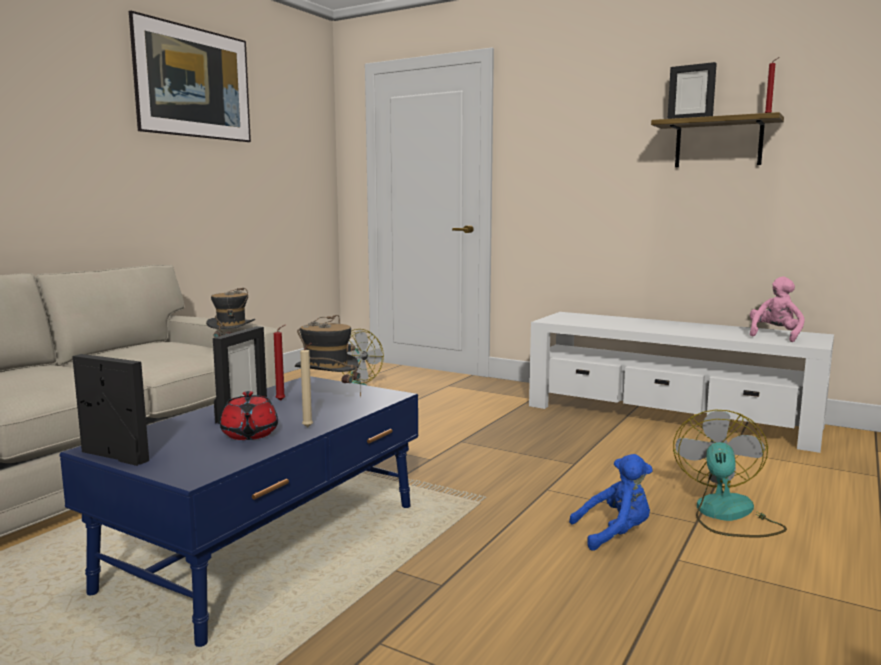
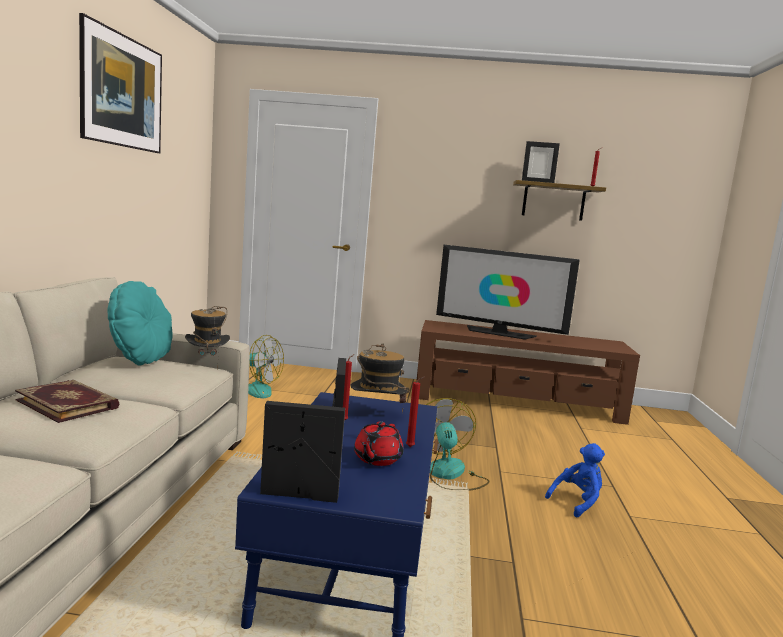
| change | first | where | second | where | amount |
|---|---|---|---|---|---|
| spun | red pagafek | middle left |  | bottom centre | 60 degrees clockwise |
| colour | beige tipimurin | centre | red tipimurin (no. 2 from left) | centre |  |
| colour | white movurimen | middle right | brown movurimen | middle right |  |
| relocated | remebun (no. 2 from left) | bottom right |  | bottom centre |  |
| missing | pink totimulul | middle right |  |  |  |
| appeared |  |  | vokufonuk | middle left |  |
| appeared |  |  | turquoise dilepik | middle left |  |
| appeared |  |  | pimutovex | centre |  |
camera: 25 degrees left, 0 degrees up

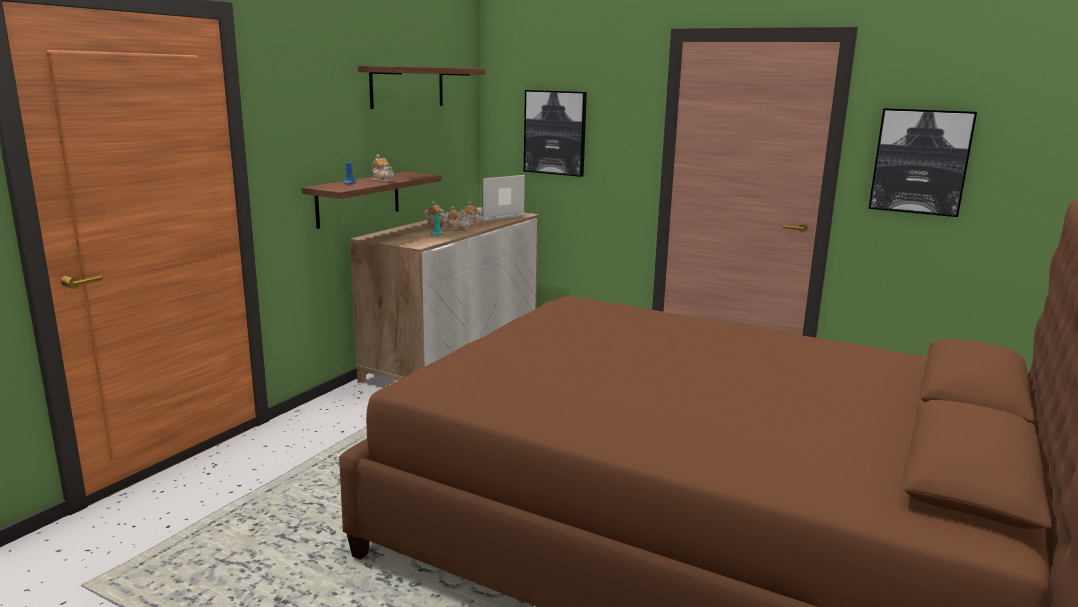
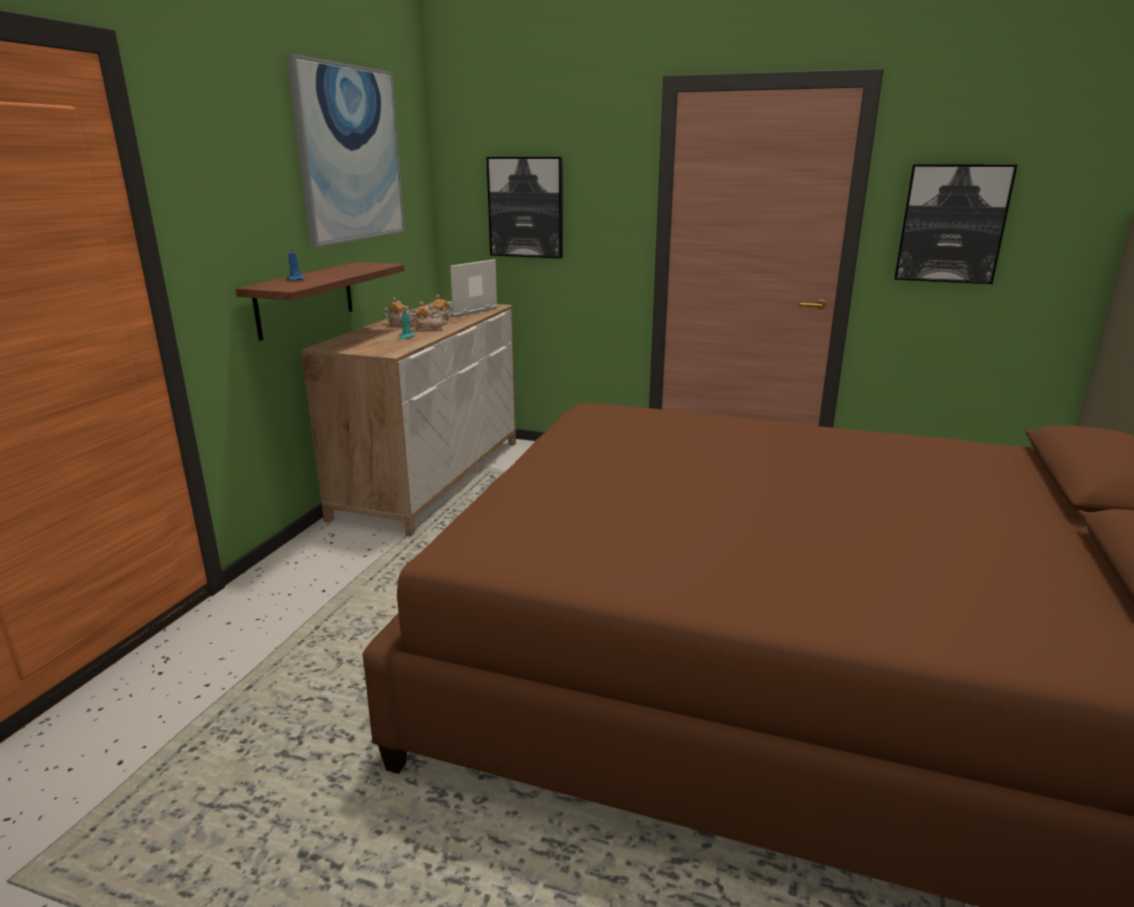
| change | first | where | second | where | amount |
|---|---|---|---|---|---|
| exchanged | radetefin (no. 2 from left) | top centre | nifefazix (no. 1 from left) | top left |  |
| missing | pagafek (no. 1 from left) | top centre |  |  |  |
camera: 10 degrees left, 5 degrees up

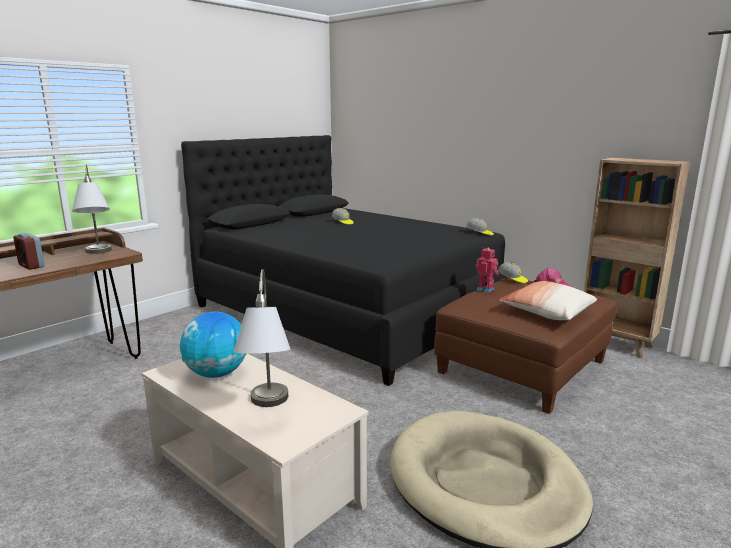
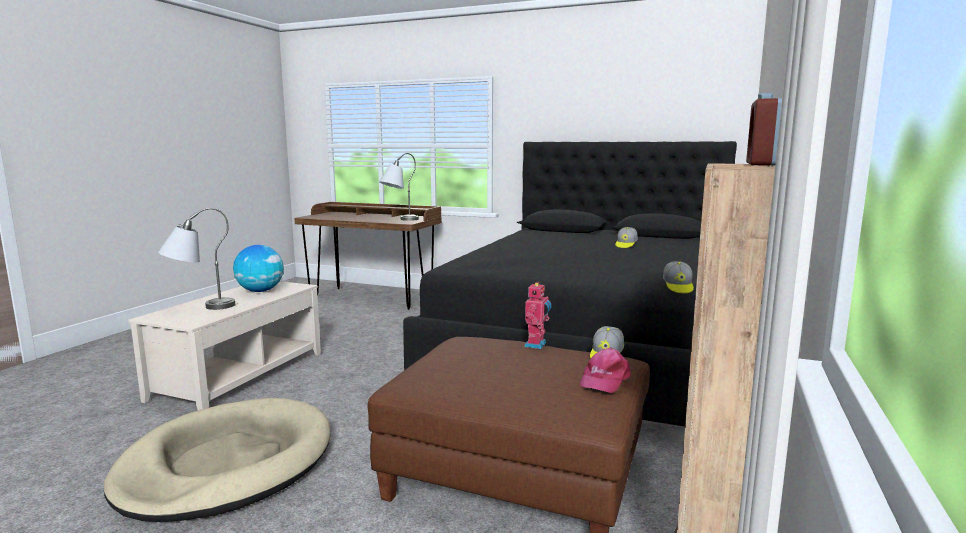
| change | first | where | second | where | amount |
|---|---|---|---|---|---|
| relocated | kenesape | middle left |  | top right |  |
| missing | dilepik | middle right |  |  |  |
camera: 70 degrees right, 5 degrees down

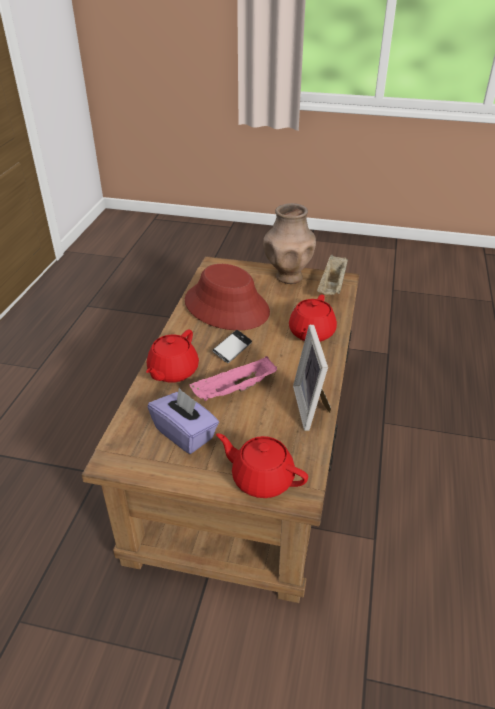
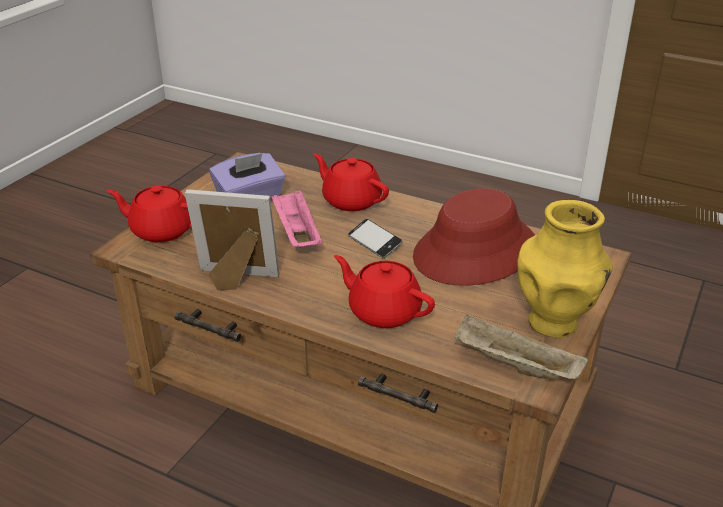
| change | first | where | second | where | amount |
|---|---|---|---|---|---|
| spun | red pagafek (no. 2 from left in the first image) | centre | red pagafek (no. 1 from left) | middle left | 120 degrees counterclockwise |
| colour | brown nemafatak | centre | yellow nemafatak | middle right |  |
camera: 105 degrees right, 5 degrees down

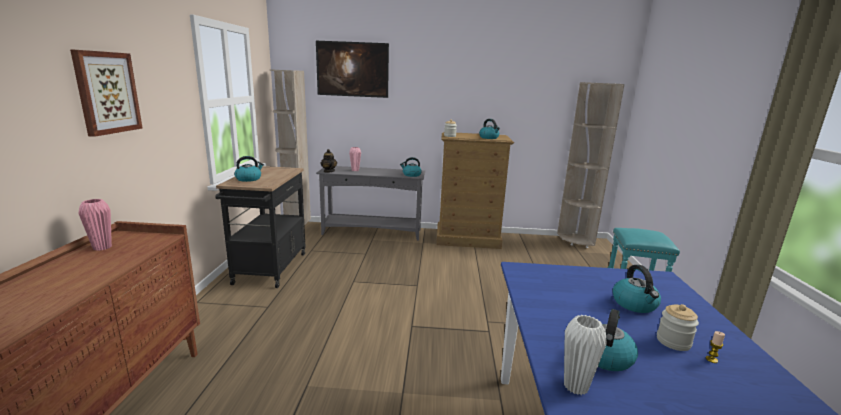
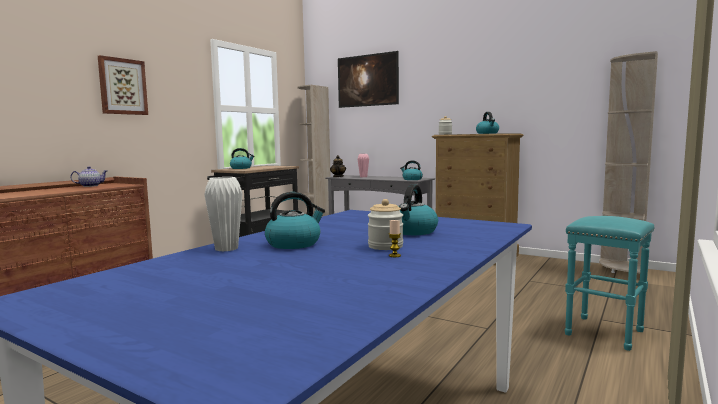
| change | first | where | second | where | amount |
|---|---|---|---|---|---|
| exchanged | pink nemafatak (no. 1 from left) | middle left | pagafek (no. 1 from left) | middle left |  |
camera: 30 degrees right, 10 degrees down

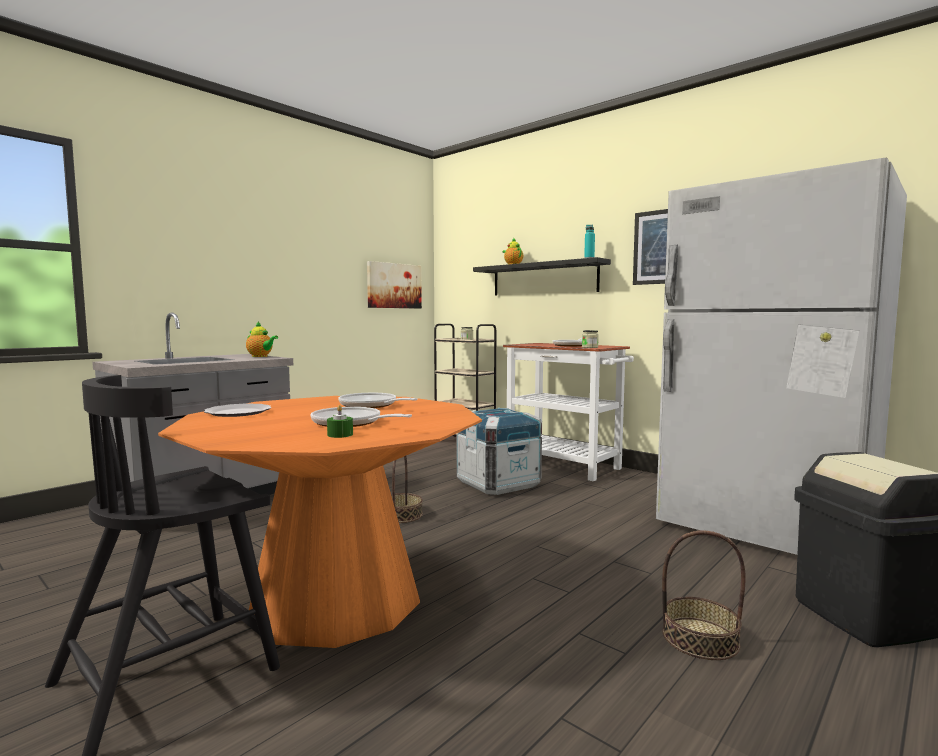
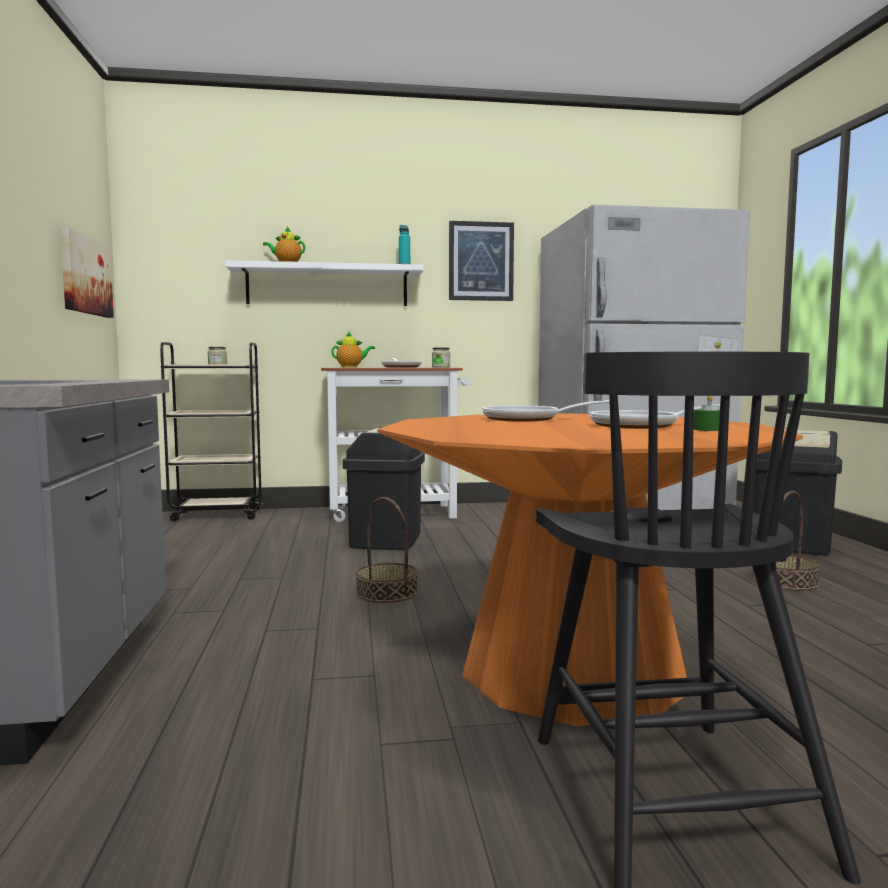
| change | first | where | second | where | amount |
|---|---|---|---|---|---|
| missing | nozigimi | middle left |  |  |  |
| relocated | pagafek (no. 1 from left in the first image) | middle left | pagafek (no. 2 from left) | centre |  |
| exchanged | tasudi | centre | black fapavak (no. 1 from left) | centre |  |
| colour | black radetefin | centre | white radetefin | top centre |  |
camera: 50 degrees left, 0 degrees up

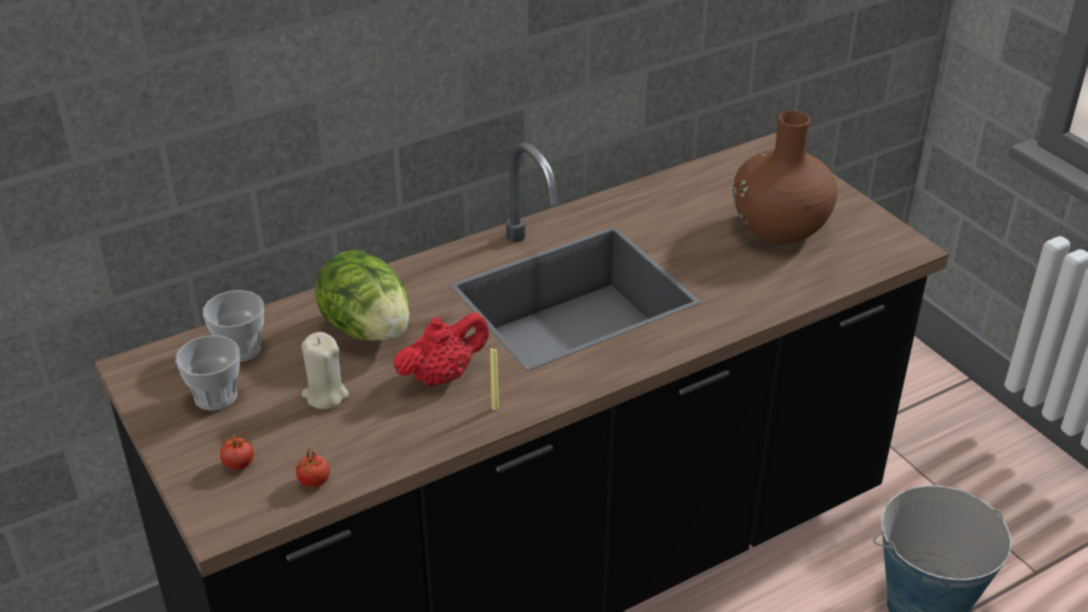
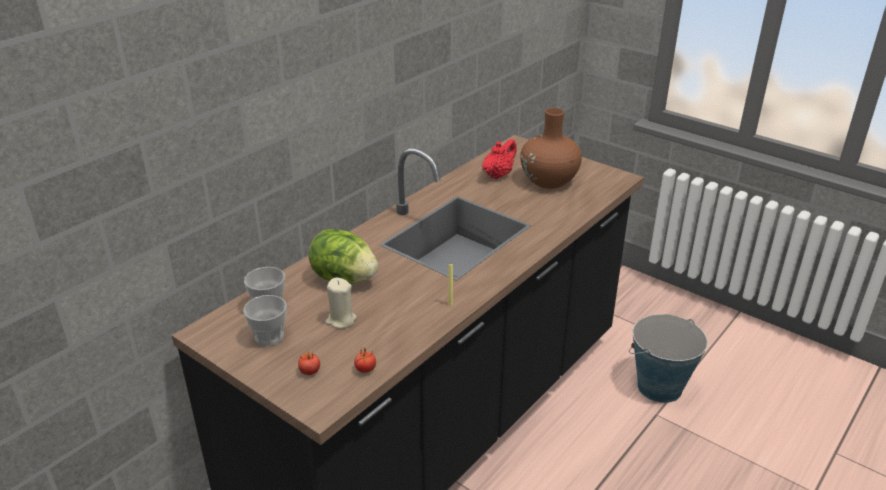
| change | first | where | second | where | amount |
|---|---|---|---|---|---|
| relocated | red pagafek | centre |  | top centre |  |
camera: 20 degrees left, 5 degrees down

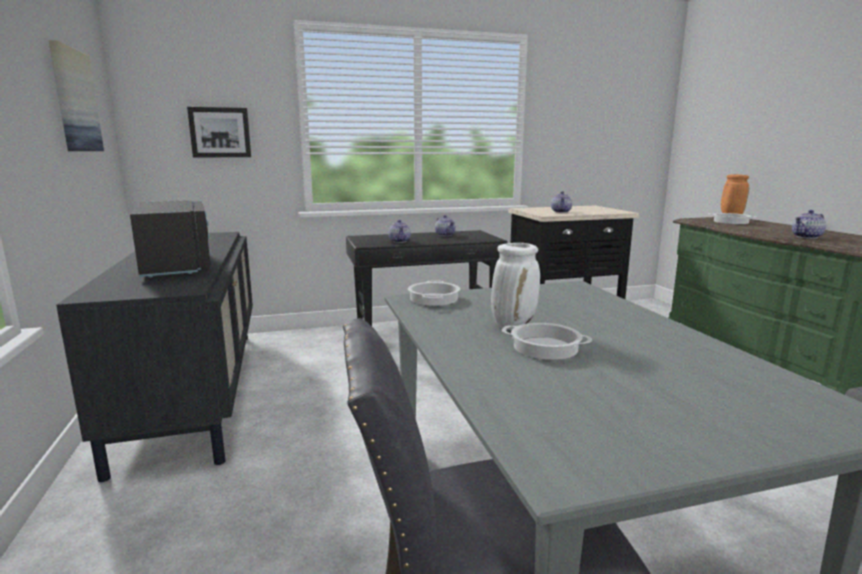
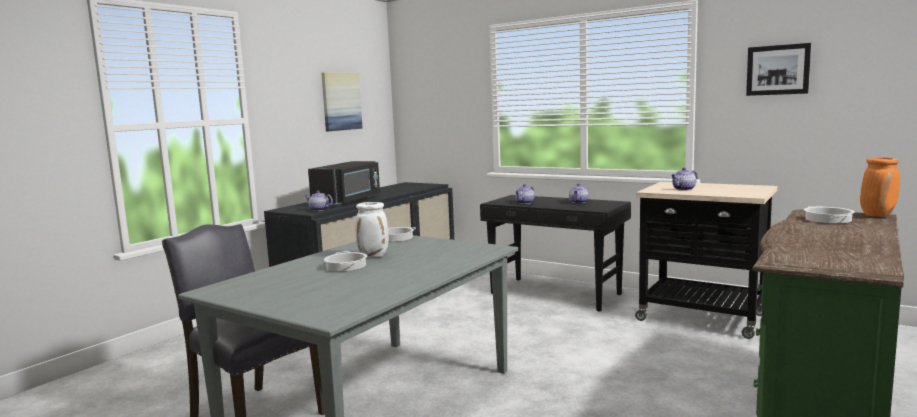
| change | first | where | second | where | amount |
|---|---|---|---|---|---|
| relocated | nifefazix (no. 2 from left) | top left |  | top right |  |
| relocated | pagafek (no. 4 from left in the first image) | middle right | pagafek (no. 1 from left) | centre |  |
camera: 50 degrees right, 5 degrees down

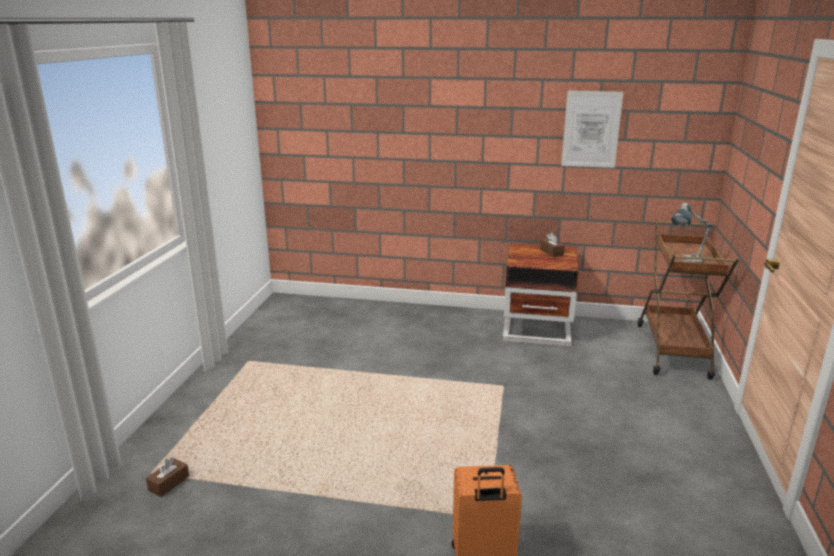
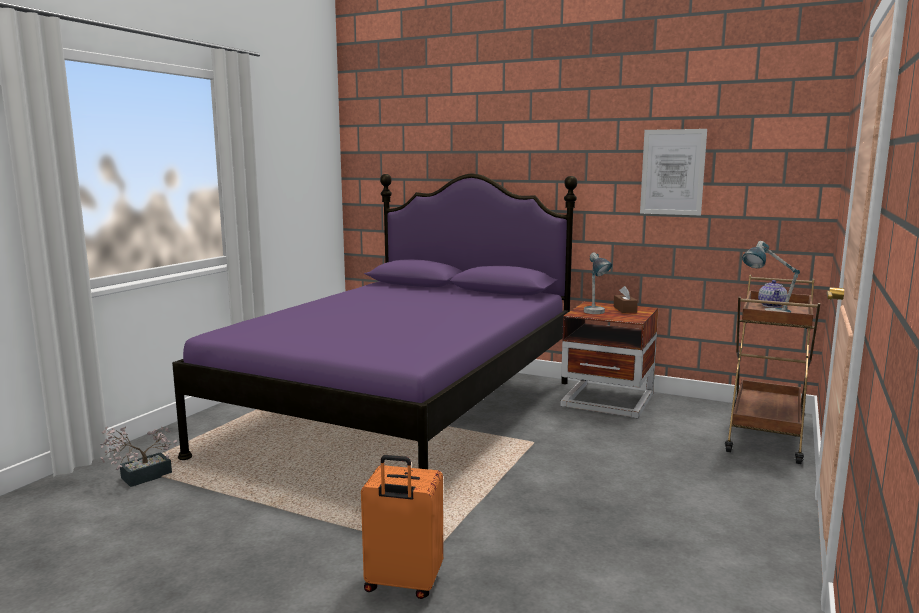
| change | first | where | second | where | amount |
|---|---|---|---|---|---|
| exchanged | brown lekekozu (no. 1 from left) | bottom left | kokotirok | bottom left |  |
| appeared |  |  | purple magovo | centre |  |
| appeared |  |  | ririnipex (no. 1 from left) | centre |  |
| appeared |  |  | pagafek | middle right |  |
camera: 15 degrees right, 10 degrees down

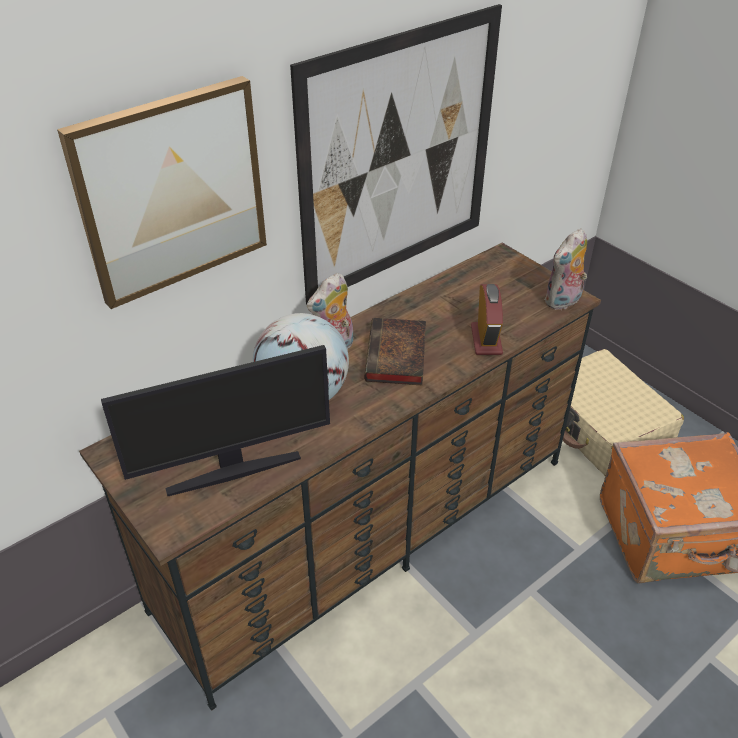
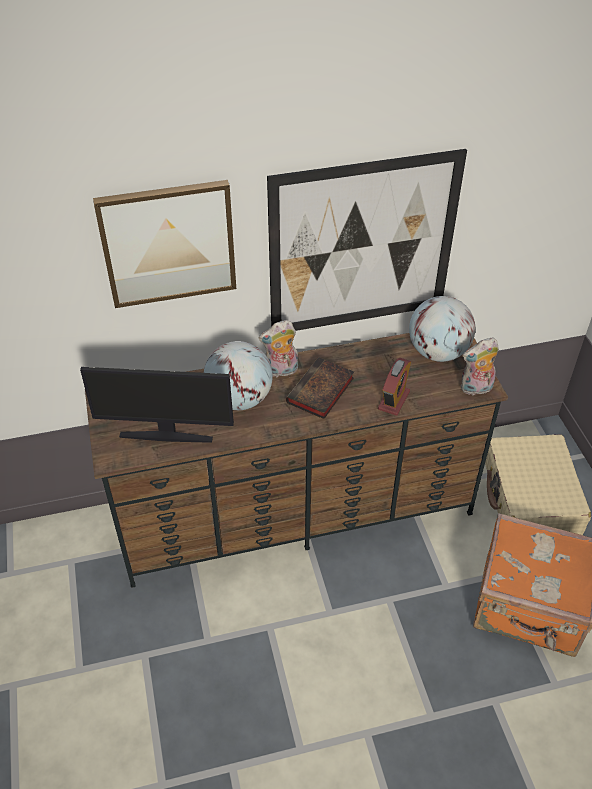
| change | first | where | second | where | amount |
|---|---|---|---|---|---|
| appeared |  |  | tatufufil (no. 2 from left) | middle right |  |
camera: 25 degrees right, 5 degrees up

